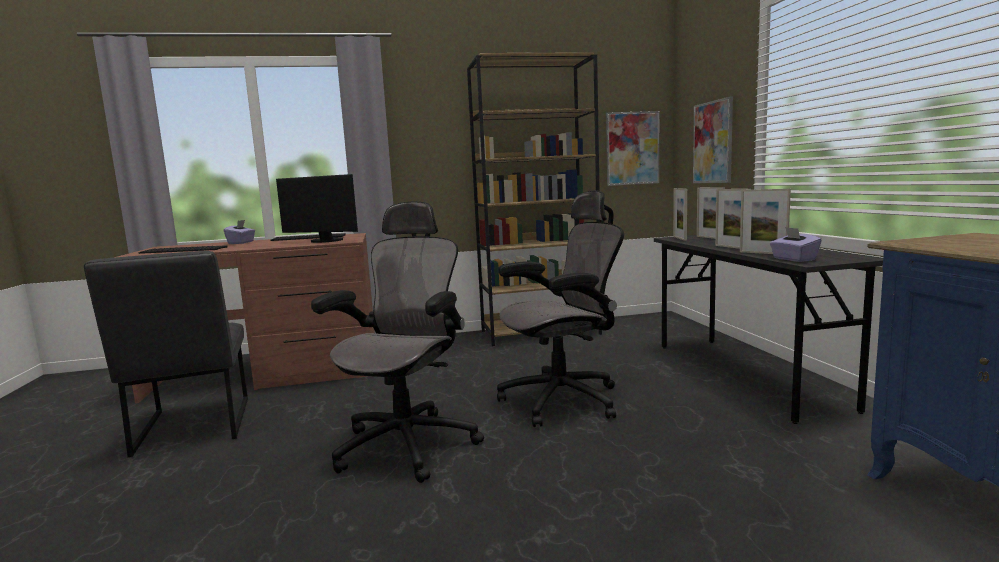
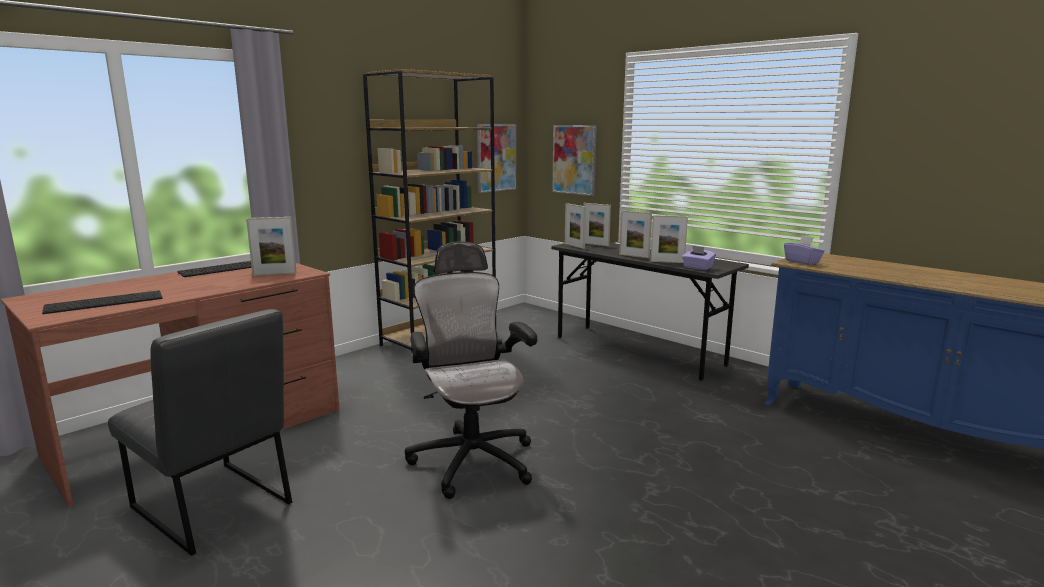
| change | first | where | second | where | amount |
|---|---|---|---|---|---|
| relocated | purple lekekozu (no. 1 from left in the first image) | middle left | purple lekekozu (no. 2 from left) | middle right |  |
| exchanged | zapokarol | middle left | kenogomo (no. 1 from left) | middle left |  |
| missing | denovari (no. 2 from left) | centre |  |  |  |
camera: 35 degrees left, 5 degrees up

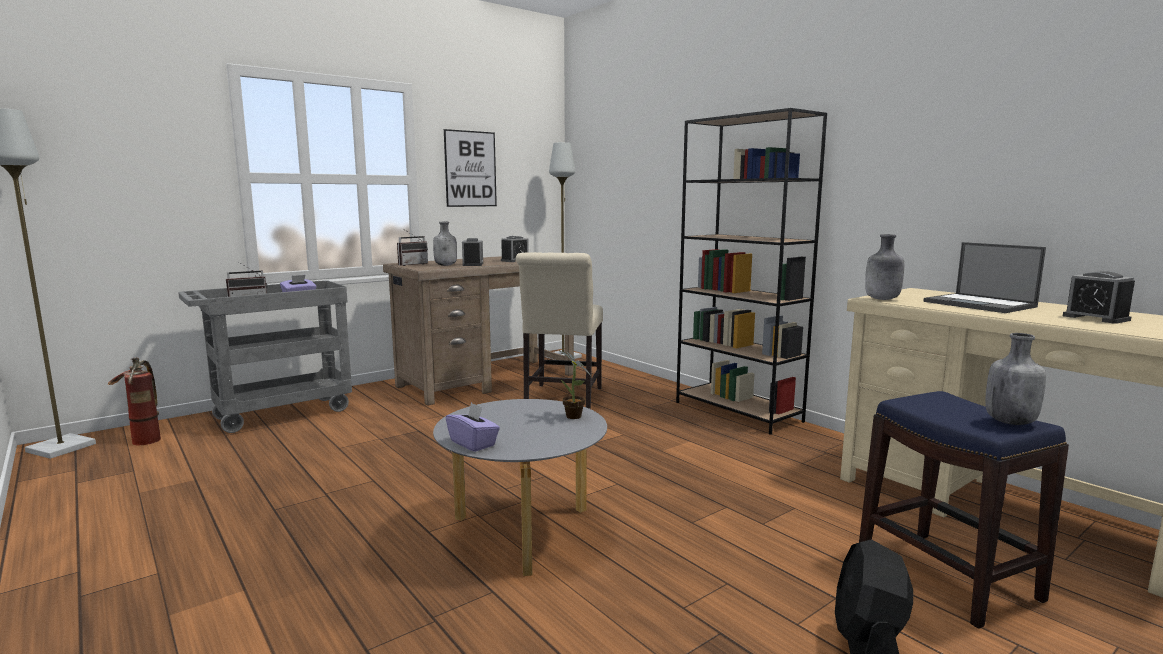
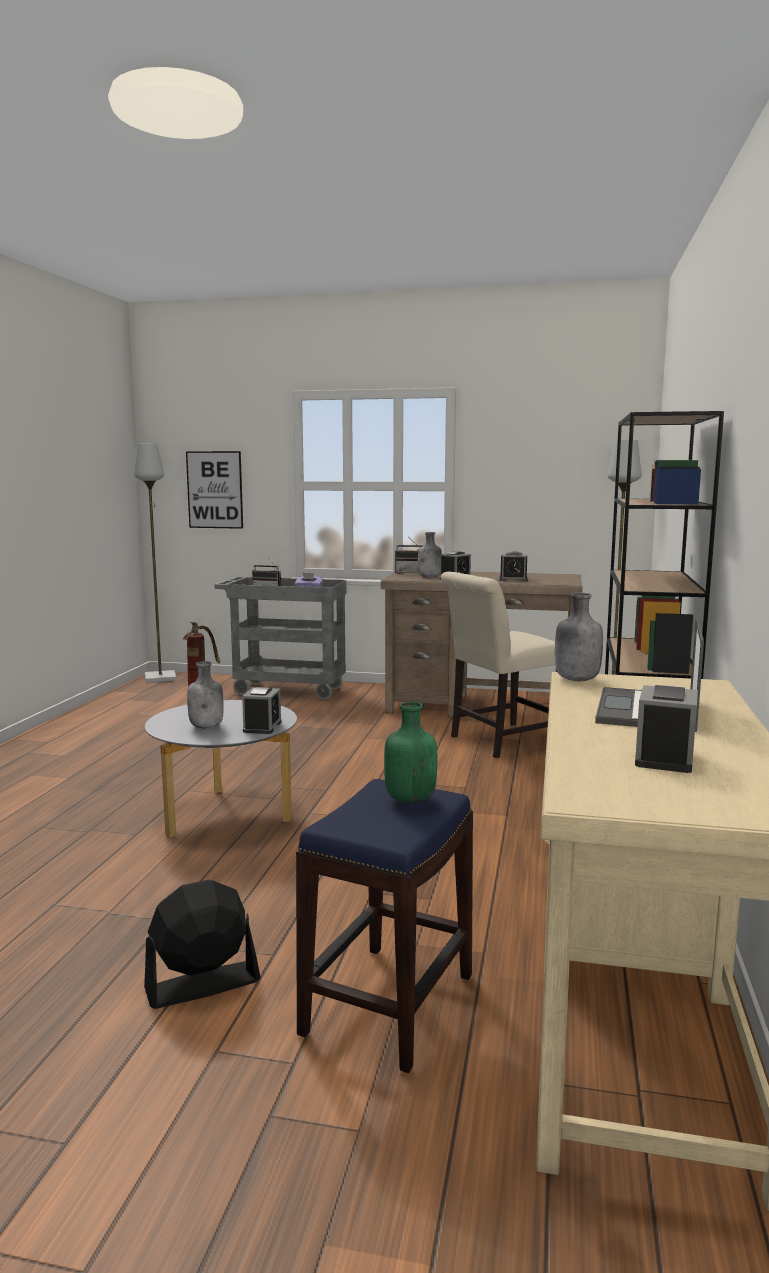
| change | first | where | second | where | amount |
|---|---|---|---|---|---|
| relocated | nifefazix | top centre |  | middle left |  |
| missing | purple lekekozu (no. 2 from left) | centre |  |  |  |
| exchanged | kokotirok | centre | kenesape (no. 1 from left) | centre |  |
| relocated | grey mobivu (no. 3 from left in the first image) | middle right | grey mobivu (no. 1 from left) | middle left |  |
| appeared |  |  | green mobivu | centre |  |
camera: 50 degrees right, 0 degrees up

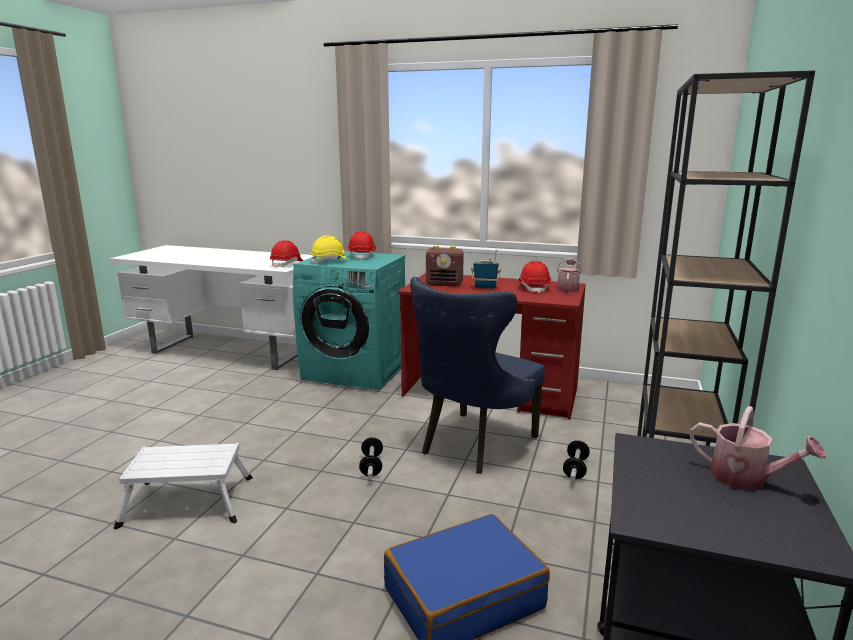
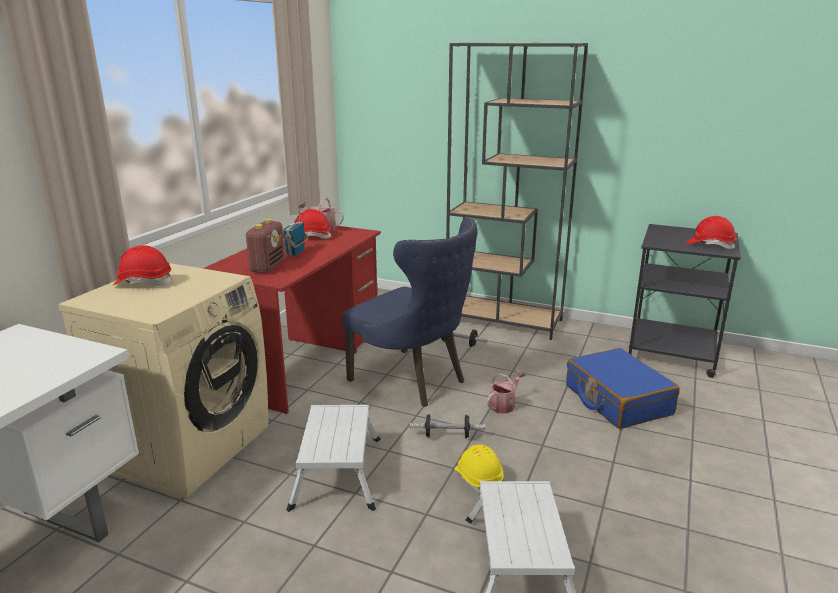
| change | first | where | second | where | amount |
|---|---|---|---|---|---|
| relocated | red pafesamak (no. 1 from left in the first image) | centre | red pafesamak (no. 3 from left) | middle right |  |
| colour | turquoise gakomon | centre | beige gakomon | middle left |  |
| relocated | yellow pafesamak | centre |  | bottom centre |  |
| relocated | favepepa (no. 2 from left) | bottom right |  | centre |  |
| appeared |  |  | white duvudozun (no. 1 from left) | bottom centre |  |
camera: 85 degrees left, 5 degrees up

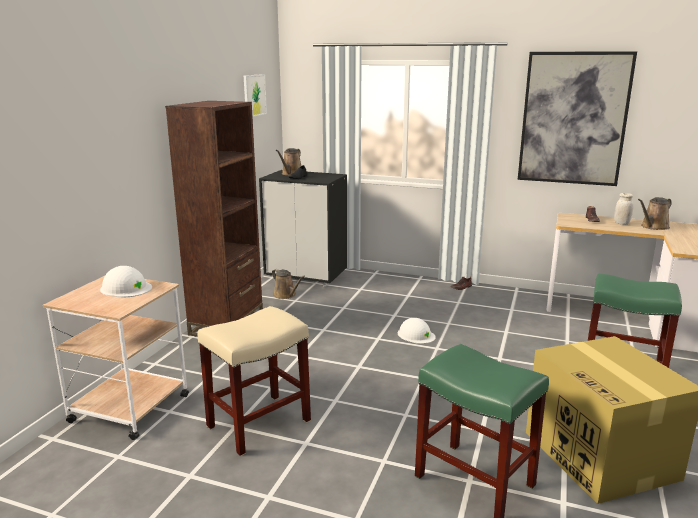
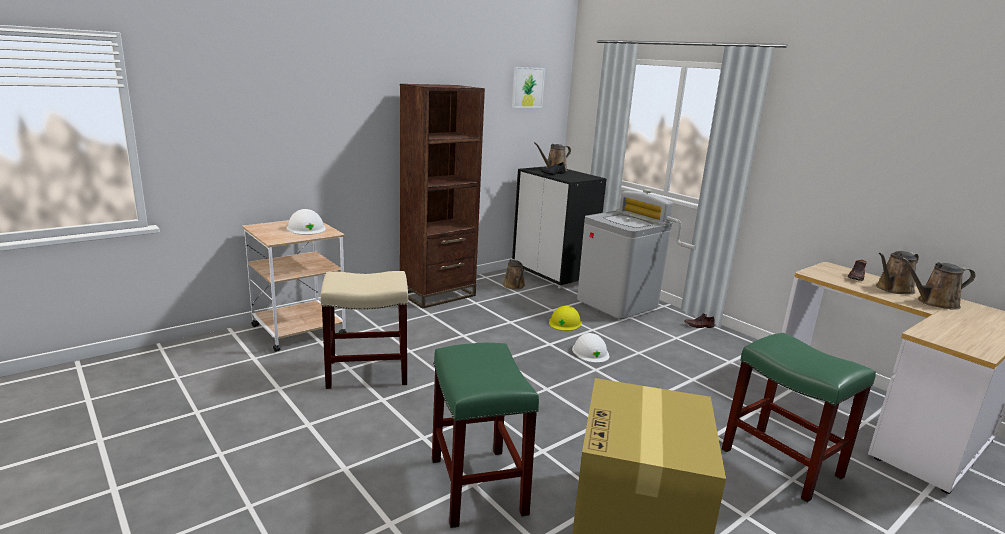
| change | first | where | second | where | amount |
|---|---|---|---|---|---|
| missing | nifefazix (no. 2 from left) | top right |  |  |  |
| exchanged | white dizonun | middle right | brown favepepa (no. 3 from left) | middle right |  |
| appeared |  |  | yellow pafesamak | centre |  |
| appeared |  |  | grey gakomon | centre |  |
camera: 30 degrees right, 0 degrees up

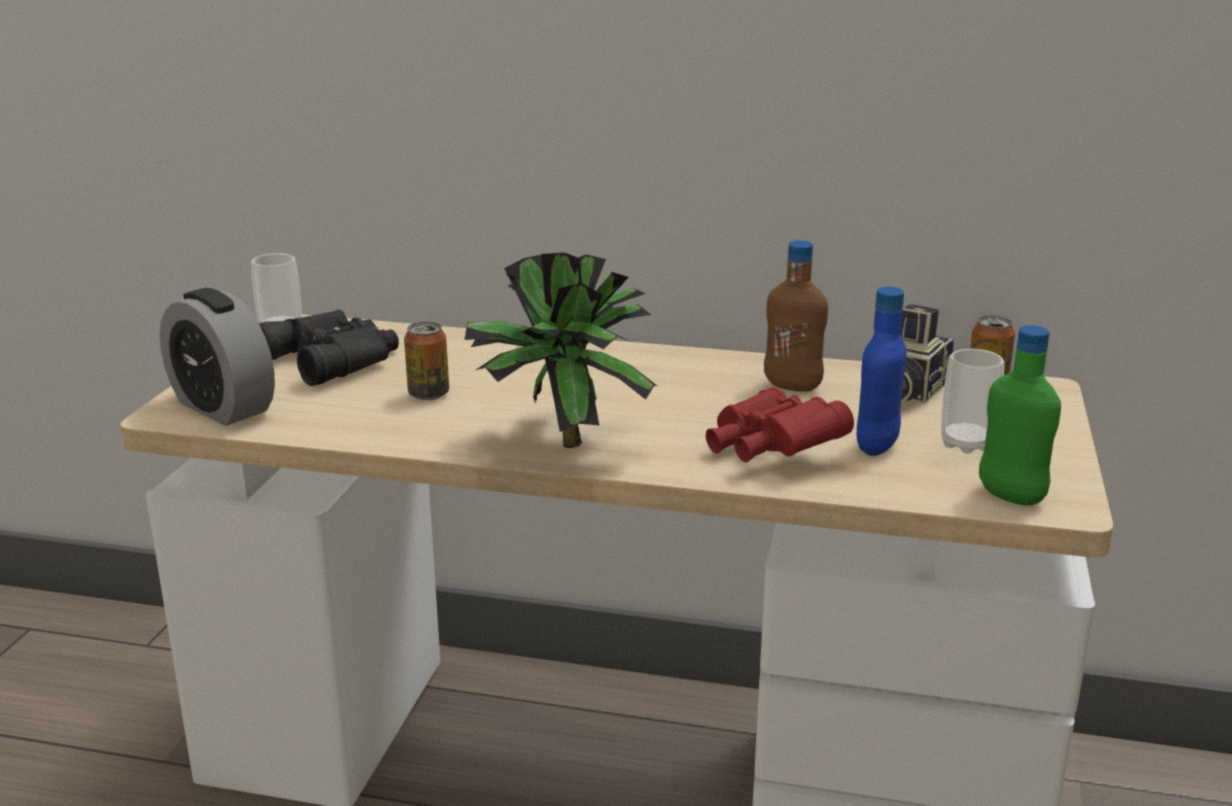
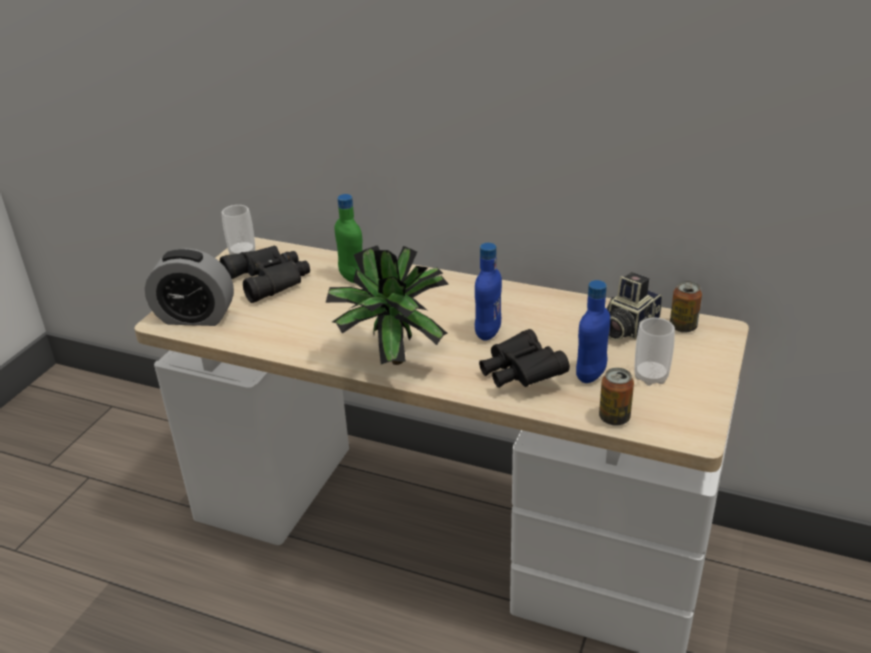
| change | first | where | second | where | amount |
|---|---|---|---|---|---|
| spun | kenesape | middle left |  | middle left | 45 degrees counterclockwise |
| relocated | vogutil (no. 1 from left) | centre |  | middle right |  |
| colour | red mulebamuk | centre | black mulebamuk (no. 2 from left) | centre |  |
| missing | brown mobivu | centre |  |  |  |
| relocated | green mobivu | middle right |  | centre |  |
| appeared |  |  | blue mobivu (no. 1 from left) | centre |  |
camera: 10 degrees right, 10 degrees up

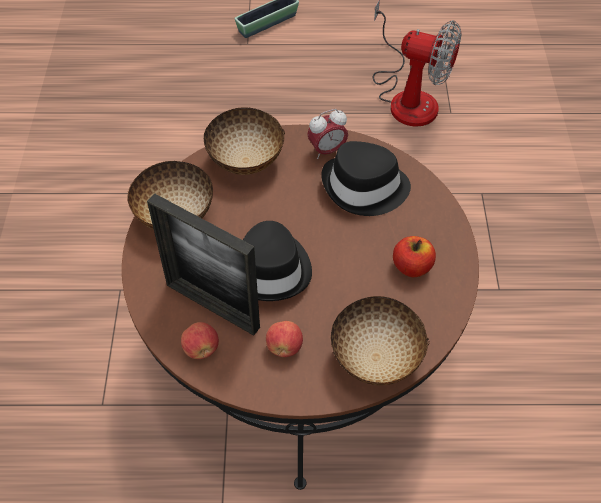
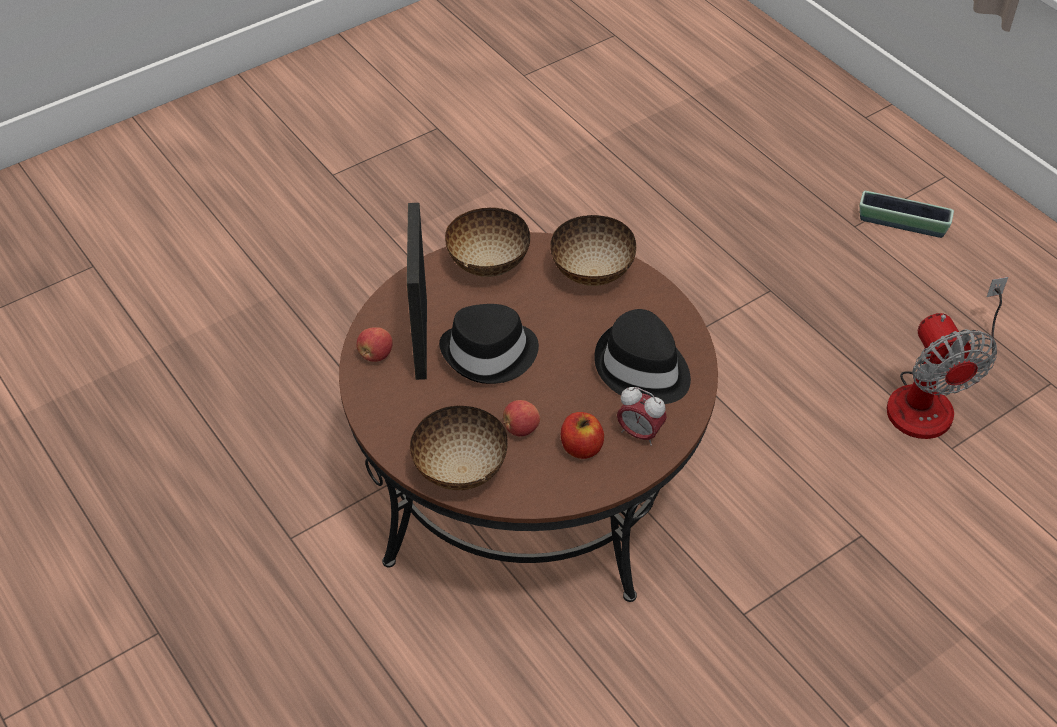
| change | first | where | second | where | amount |
|---|---|---|---|---|---|
| relocated | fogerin (no. 2 from left) | bottom centre |  | centre |  |
| relocated | kenesape | top centre |  | centre |  |
camera: 55 degrees right, 5 degrees down

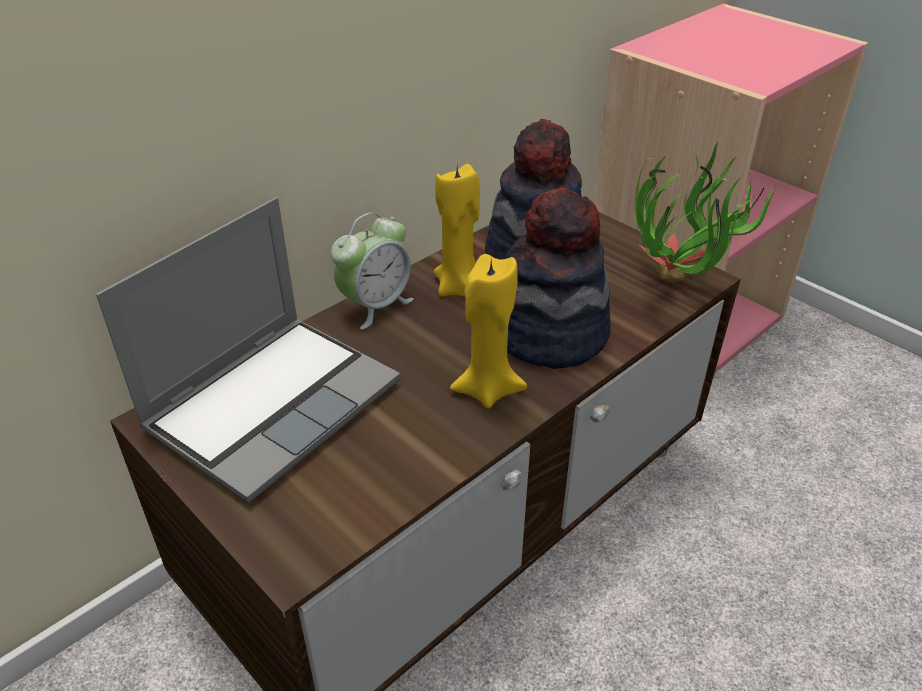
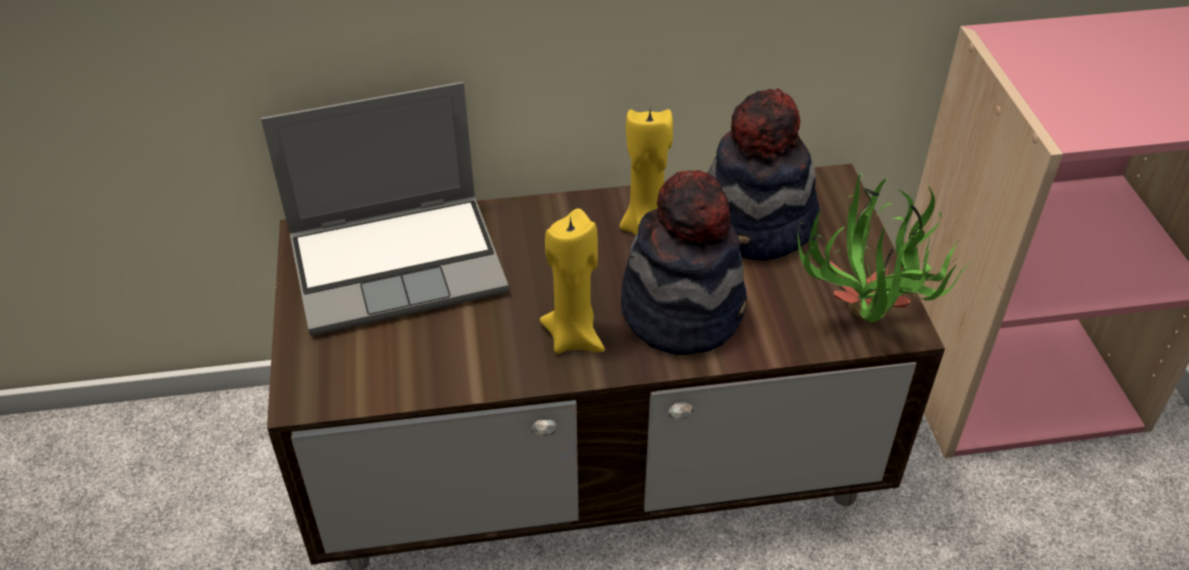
| change | first | where | second | where | amount |
|---|---|---|---|---|---|
| missing | kenesape | centre |  |  |  |
camera: 35 degrees right, 5 degrees up

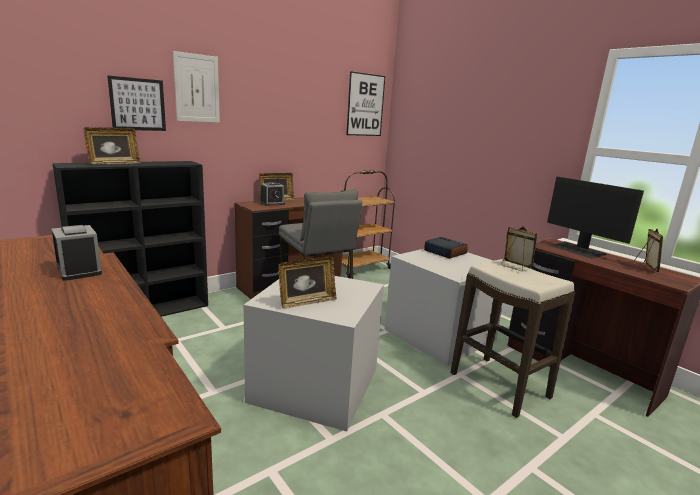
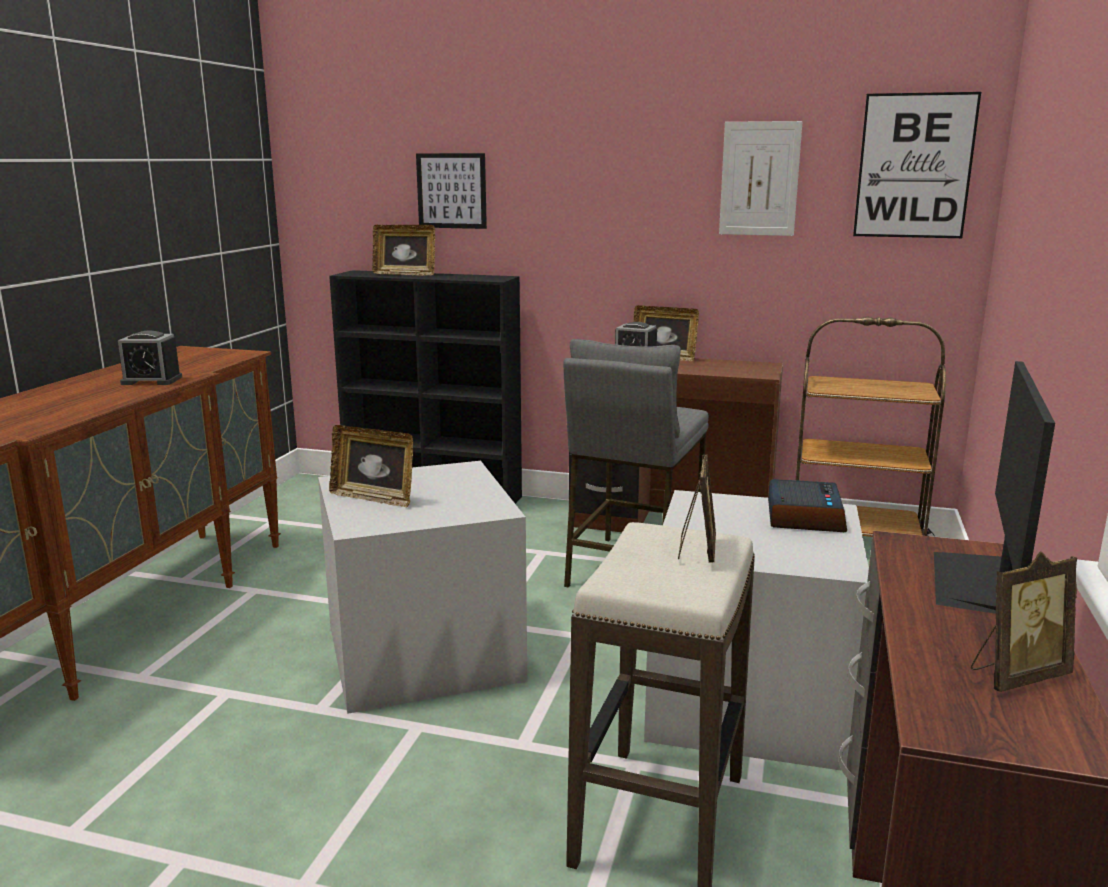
| change | first | where | second | where | amount |
|---|---|---|---|---|---|
| spun | kenesape (no. 1 from left) | middle left |  | middle left | 75 degrees clockwise |
| relocated | nifefazix (no. 2 from left) | top left |  | top right |  |
camera: 55 degrees right, 0 degrees up

